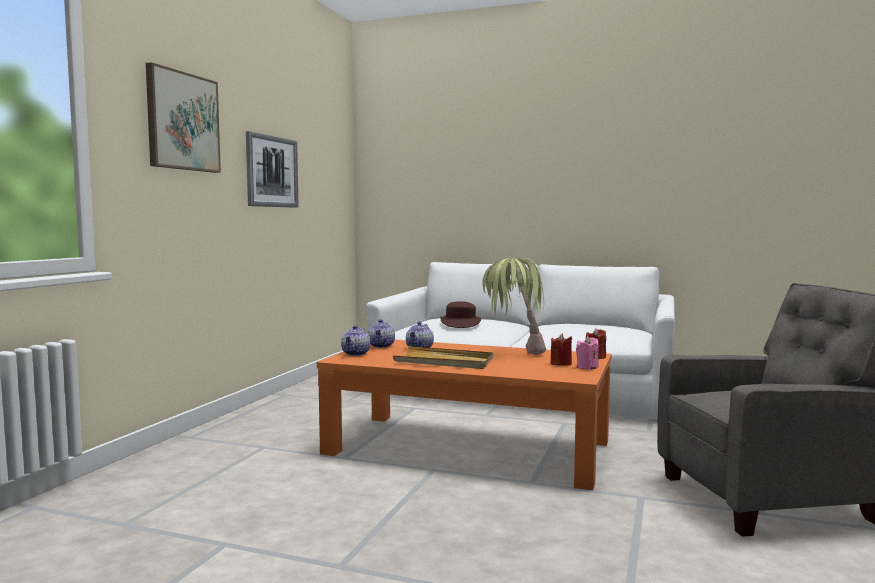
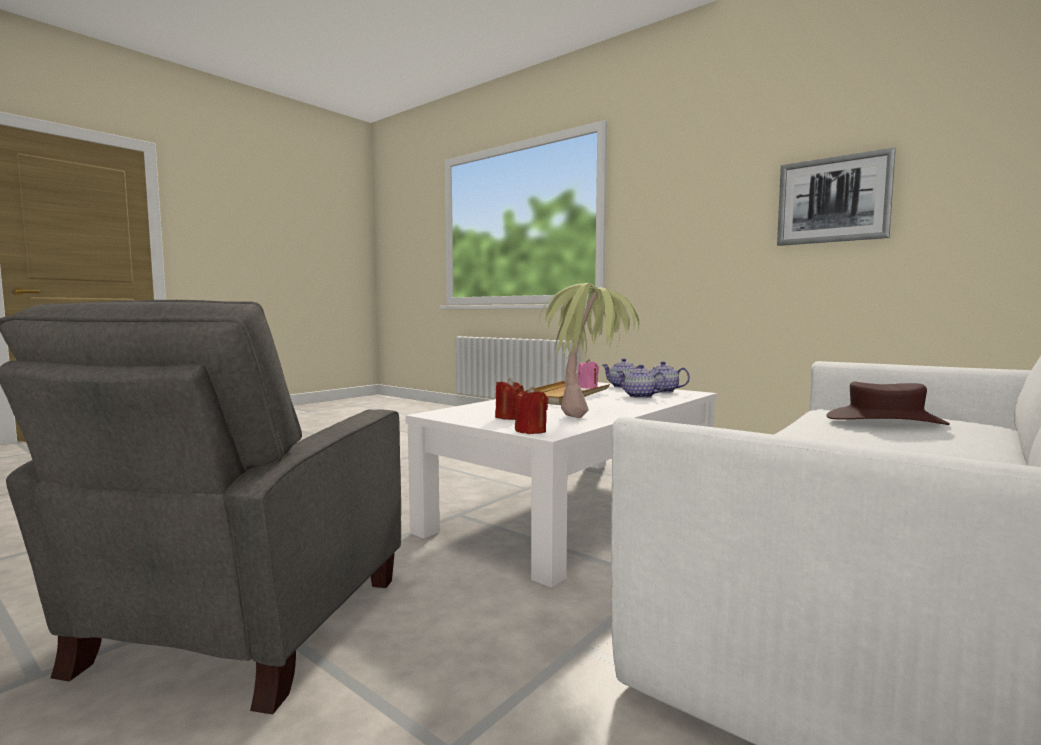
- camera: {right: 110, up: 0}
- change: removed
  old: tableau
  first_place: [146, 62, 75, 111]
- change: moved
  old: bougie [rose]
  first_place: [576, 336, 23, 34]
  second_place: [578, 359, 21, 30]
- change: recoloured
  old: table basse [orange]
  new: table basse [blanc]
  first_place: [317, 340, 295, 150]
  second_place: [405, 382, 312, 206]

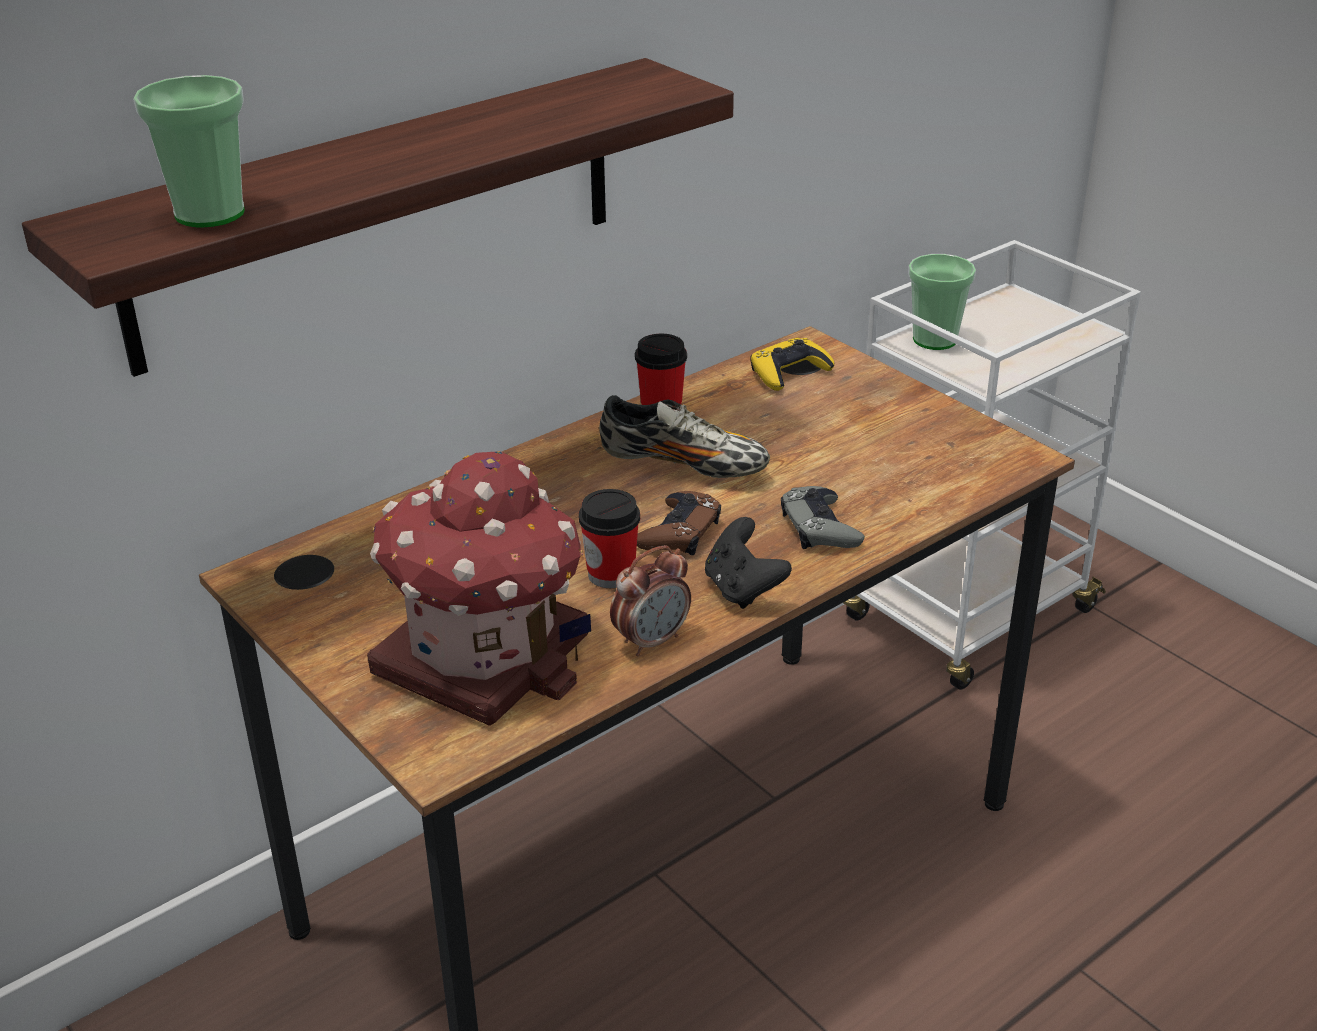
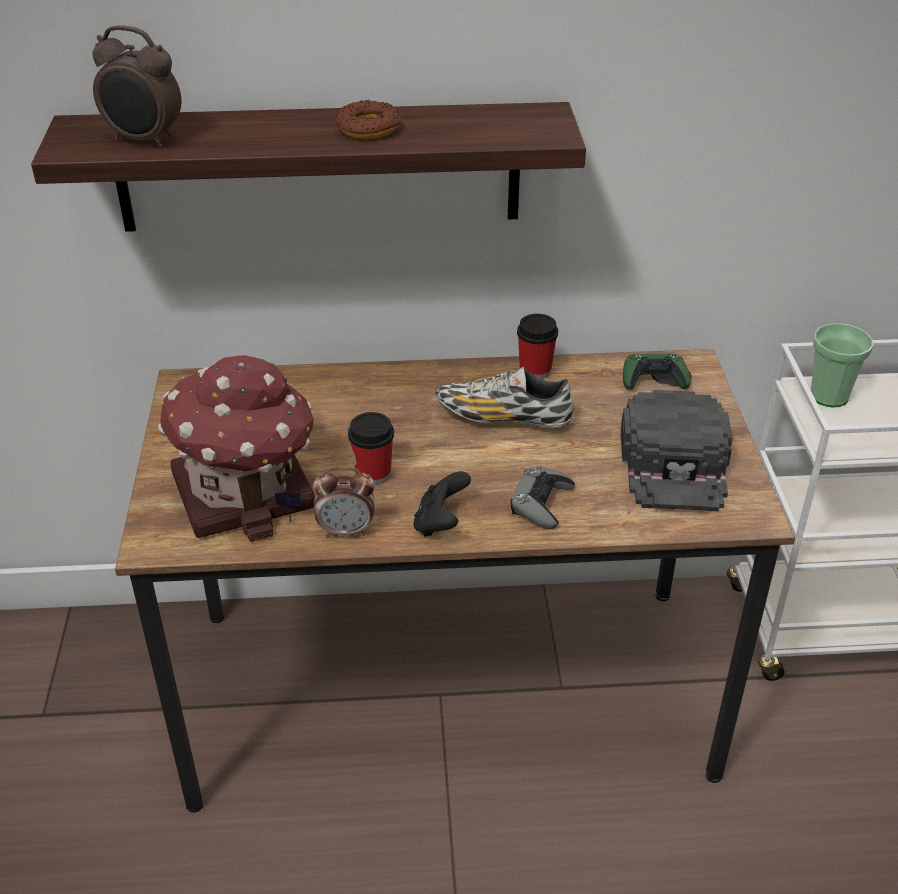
- camera: {right: 35, up: 5}
- change: removed
  old: manette [marron]
  first_place: [637, 491, 84, 64]
- change: added
  new: beignet
  second_place: [334, 100, 67, 39]
- change: added
  new: casquette [noir]
  second_place: [620, 390, 113, 122]
- change: replaced
  old: tasse
  new: réveil
  first_place: [133, 75, 112, 153]
  second_place: [92, 25, 89, 123]
- change: recoloured
  old: manette [jaune]
  new: manette [vert]
  first_place: [750, 338, 84, 53]
  second_place: [623, 354, 68, 36]
- change: turned
  old: chaussure
  first_place: [599, 395, 171, 83]
  second_place: [436, 367, 138, 62]
  degrees: 135

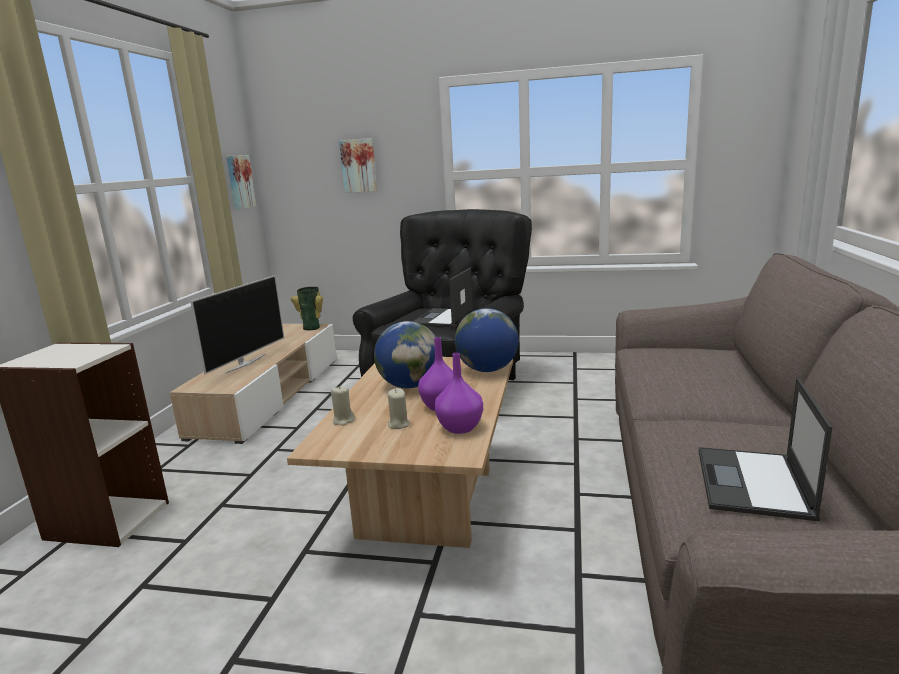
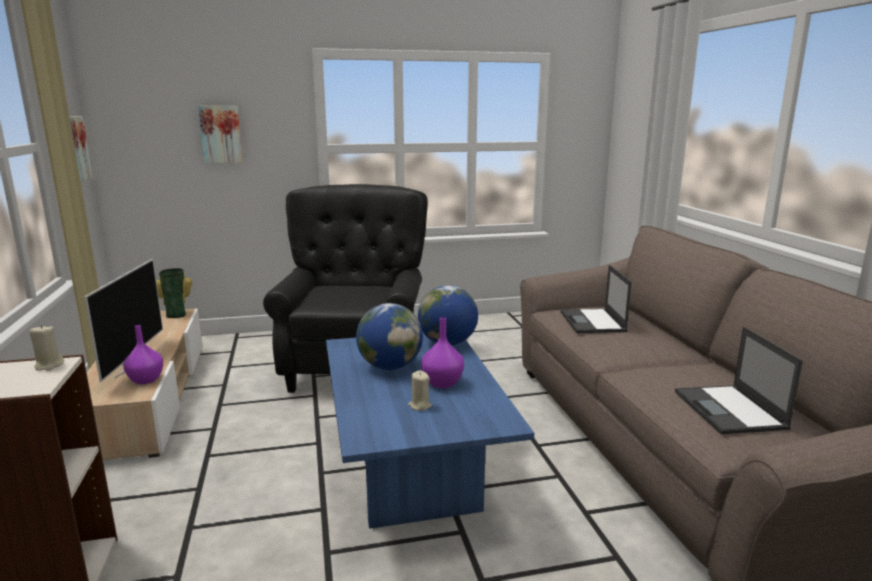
- camera: {right: -25, up: 0}
- change: moved
  old: bougie [beige]
  first_place: [331, 386, 24, 40]
  second_place: [29, 325, 35, 46]
- change: moved
  old: ordinateur portable
  first_place: [412, 268, 61, 60]
  second_place: [561, 265, 71, 68]
- change: moved
  old: vase [violet]
  first_place: [435, 353, 48, 81]
  second_place: [123, 325, 40, 59]
- change: recoloured
  old: table basse [beige]
  new: table basse [bleu]
  first_place: [287, 357, 226, 191]
  second_place: [326, 333, 208, 196]

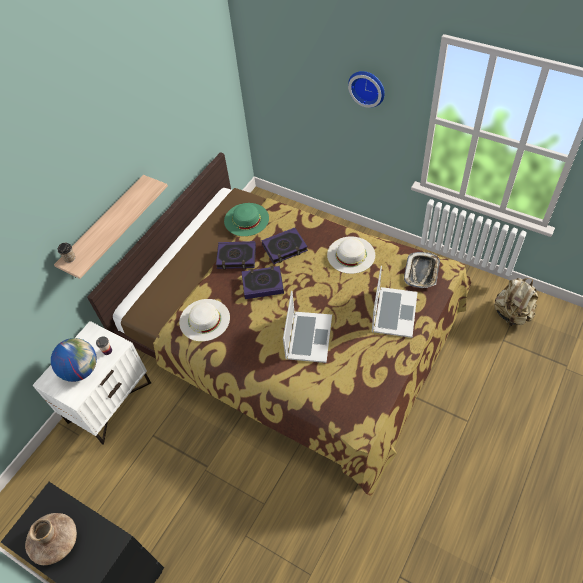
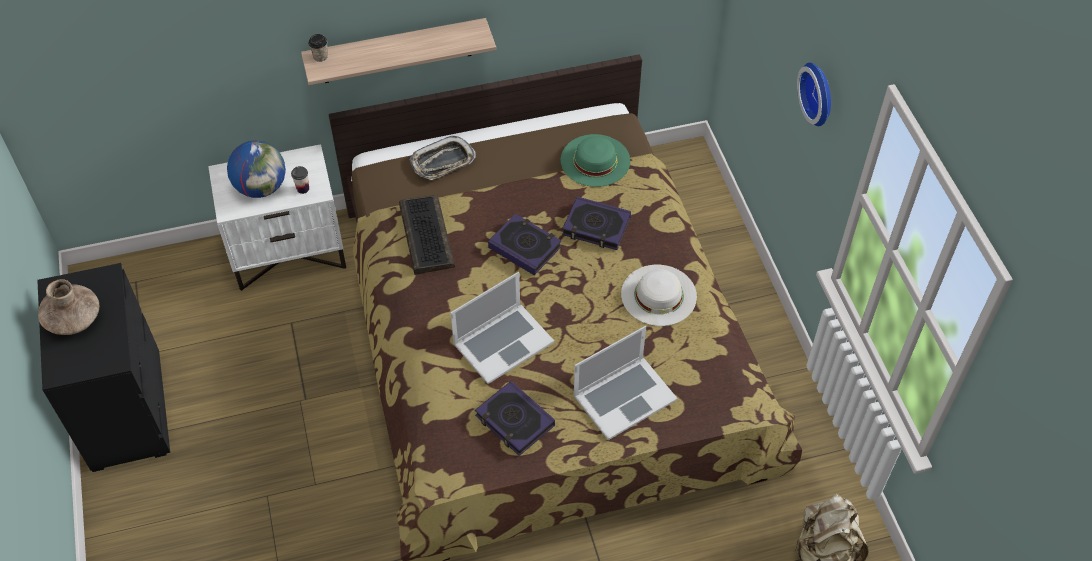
- camera: {right: 40, up: 0}
- change: moved
  old: livre
  first_place: [216, 241, 40, 29]
  second_place: [475, 381, 80, 75]
- change: moved
  old: plateau
  first_place: [404, 252, 36, 36]
  second_place: [410, 136, 66, 44]
- change: replaced
  old: chapeau [blanc]
  new: clavier
  first_place: [179, 299, 51, 43]
  second_place: [399, 195, 56, 80]

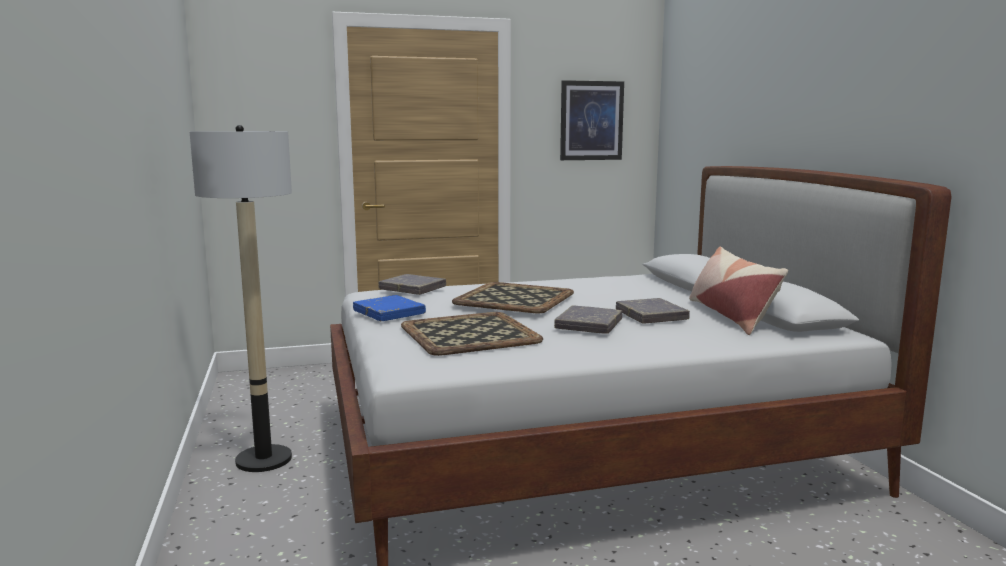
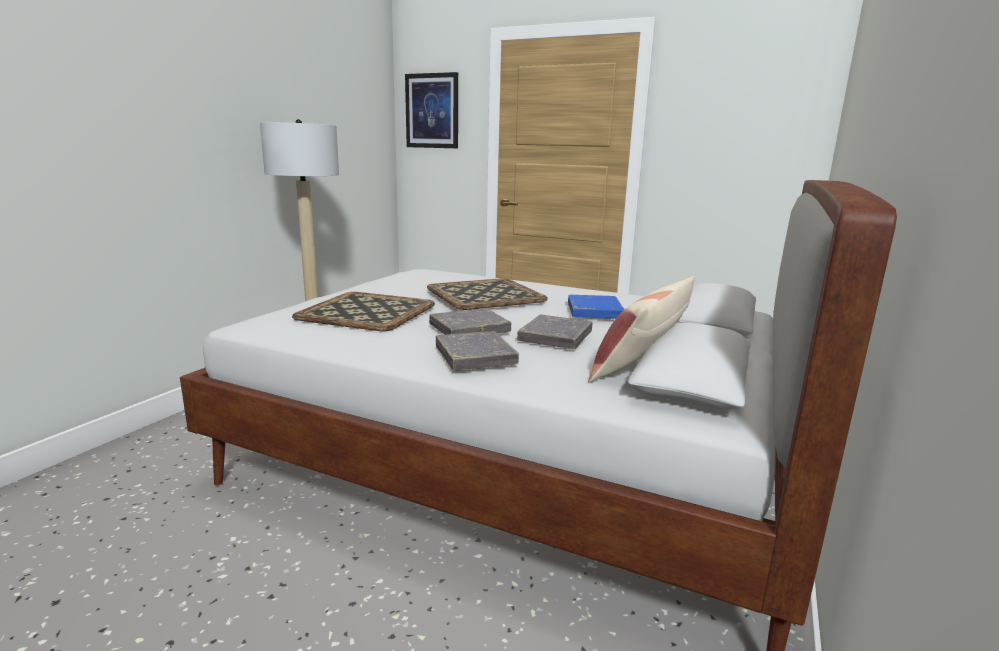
- camera: {right: 40, up: 5}
- change: moved
  old: livre [bleu]
  first_place: [353, 295, 73, 26]
  second_place: [568, 295, 57, 24]
- change: moved
  old: livre [gris]
  first_place: [378, 274, 68, 21]
  second_place: [436, 331, 83, 39]
- change: moved
  old: tableau
  first_place: [560, 80, 64, 80]
  second_place: [405, 72, 53, 76]

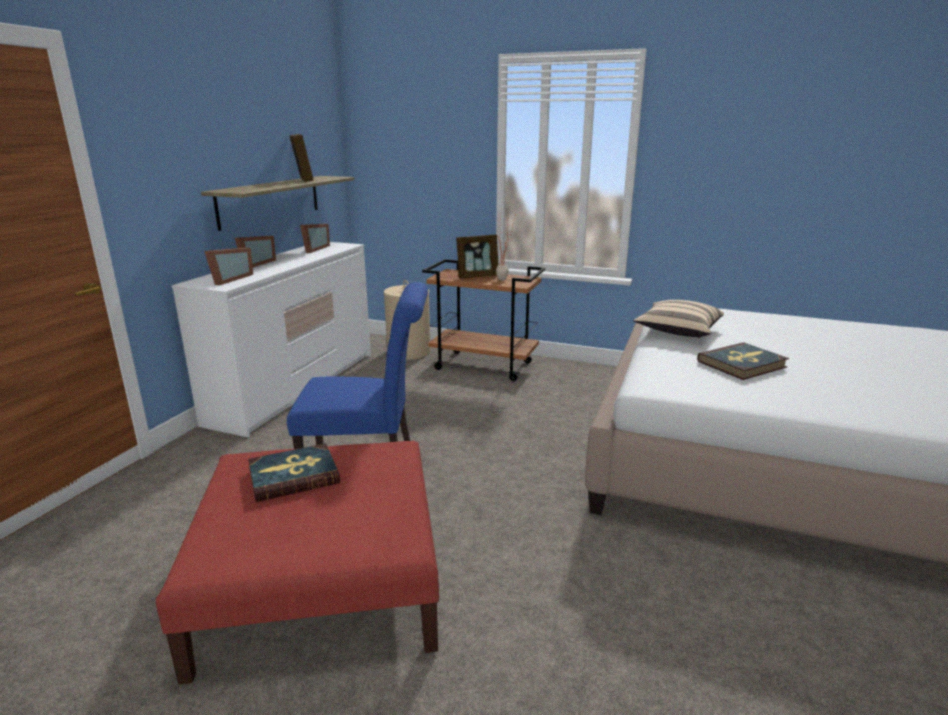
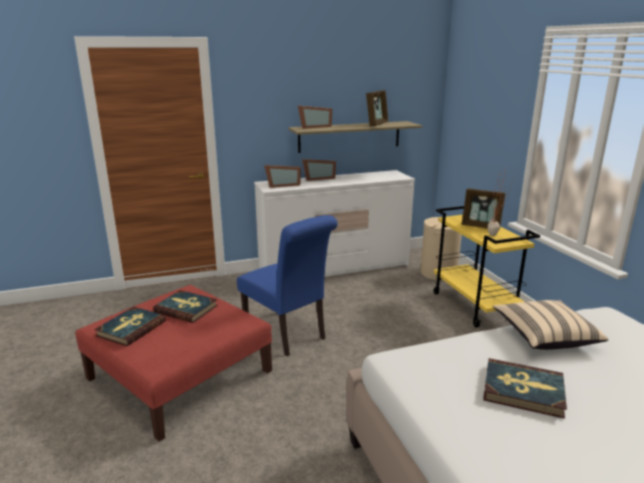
- camera: {right: 50, up: 0}
- change: added
  new: livre
  second_place: [94, 307, 72, 39]
- change: moved
  old: cadre photo
  first_place: [300, 224, 30, 29]
  second_place: [298, 106, 34, 23]
- change: recoloured
  old: chariot [marron]
  new: chariot [jaune]
  first_place: [422, 259, 123, 122]
  second_place: [434, 206, 106, 122]

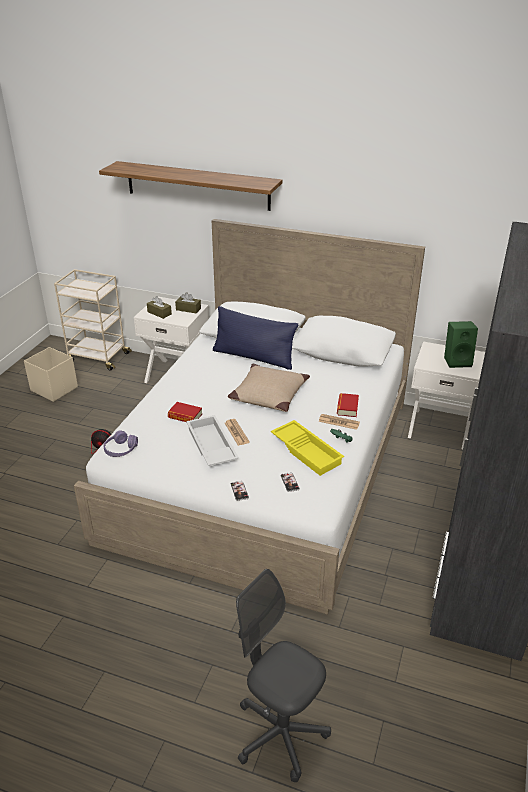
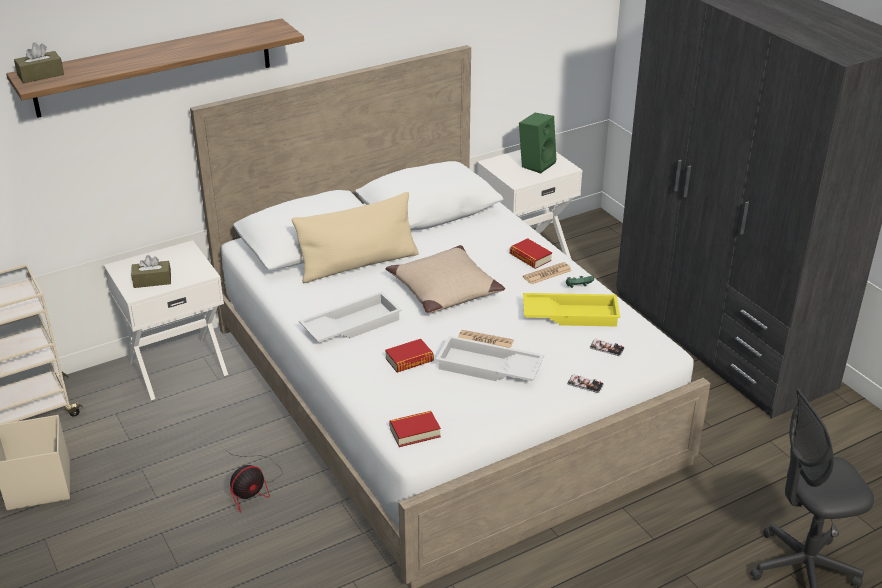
- camera: {right: -50, up: 0}
- change: added
  new: plateau [blanc]
  second_place: [299, 291, 103, 51]
- change: moved
  old: boîte à mouchoirs [marron]
  first_place: [175, 292, 26, 21]
  second_place: [14, 42, 50, 41]
- change: replaced
  old: casque audio [violet]
  new: livre
  first_place: [103, 430, 35, 27]
  second_place: [389, 411, 52, 36]
- change: recoloured
  old: coussin [bleu]
  new: coussin [beige]
  first_place: [213, 306, 85, 64]
  second_place: [292, 192, 127, 91]

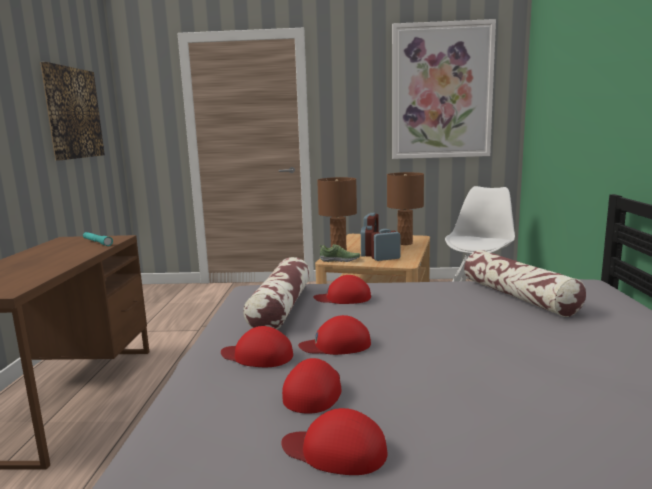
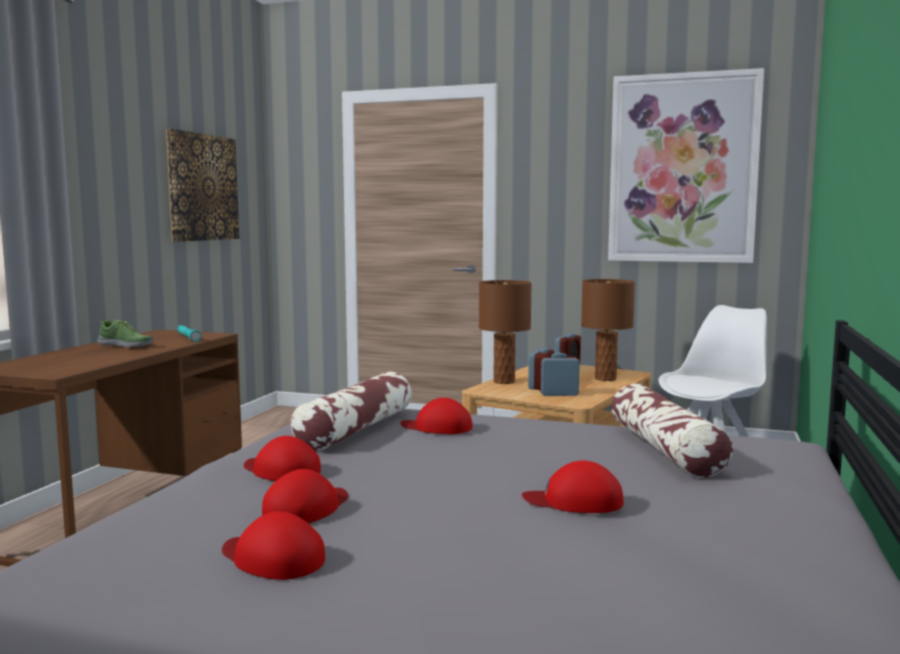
- camera: {right: 15, up: -5}
- change: moved
  old: casquette [rouge]
  first_place: [298, 315, 73, 40]
  second_place: [522, 460, 102, 53]
- change: moved
  old: chaussure
  first_place: [319, 244, 42, 18]
  second_place: [97, 319, 56, 29]

